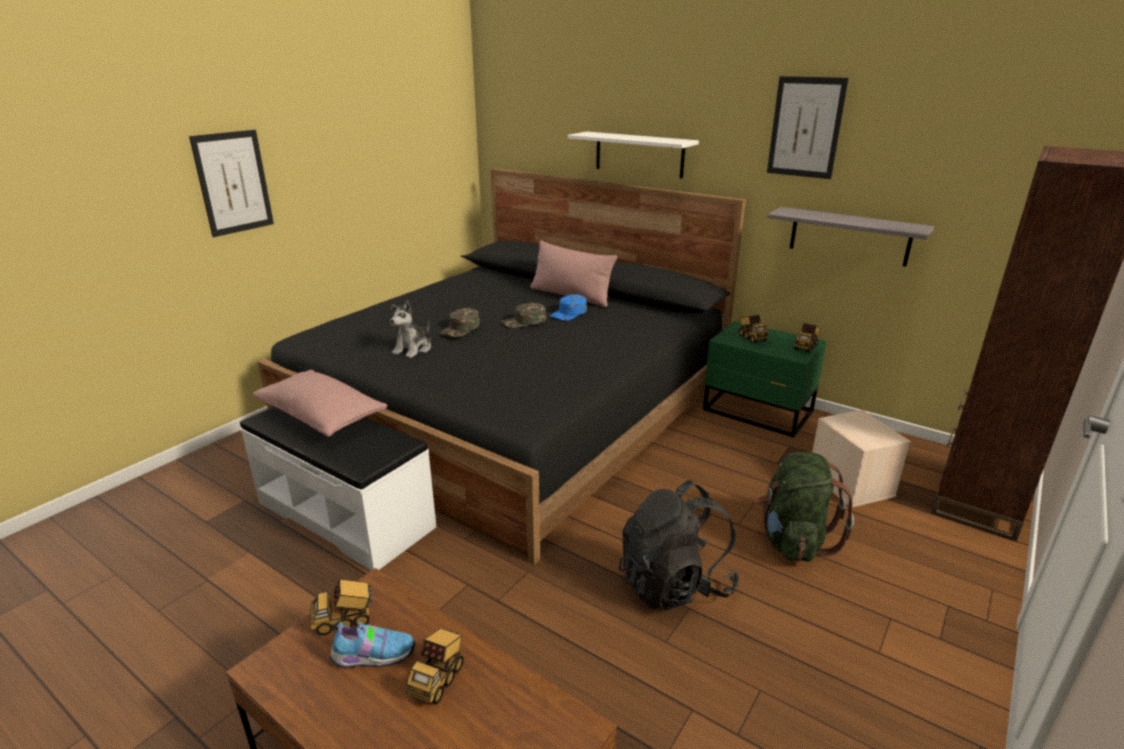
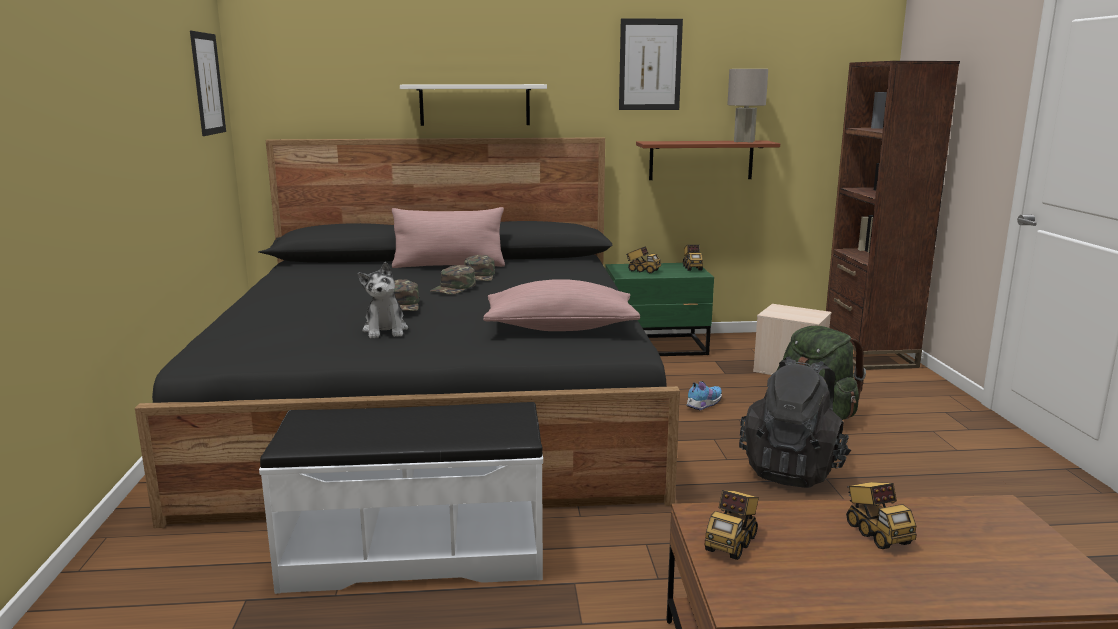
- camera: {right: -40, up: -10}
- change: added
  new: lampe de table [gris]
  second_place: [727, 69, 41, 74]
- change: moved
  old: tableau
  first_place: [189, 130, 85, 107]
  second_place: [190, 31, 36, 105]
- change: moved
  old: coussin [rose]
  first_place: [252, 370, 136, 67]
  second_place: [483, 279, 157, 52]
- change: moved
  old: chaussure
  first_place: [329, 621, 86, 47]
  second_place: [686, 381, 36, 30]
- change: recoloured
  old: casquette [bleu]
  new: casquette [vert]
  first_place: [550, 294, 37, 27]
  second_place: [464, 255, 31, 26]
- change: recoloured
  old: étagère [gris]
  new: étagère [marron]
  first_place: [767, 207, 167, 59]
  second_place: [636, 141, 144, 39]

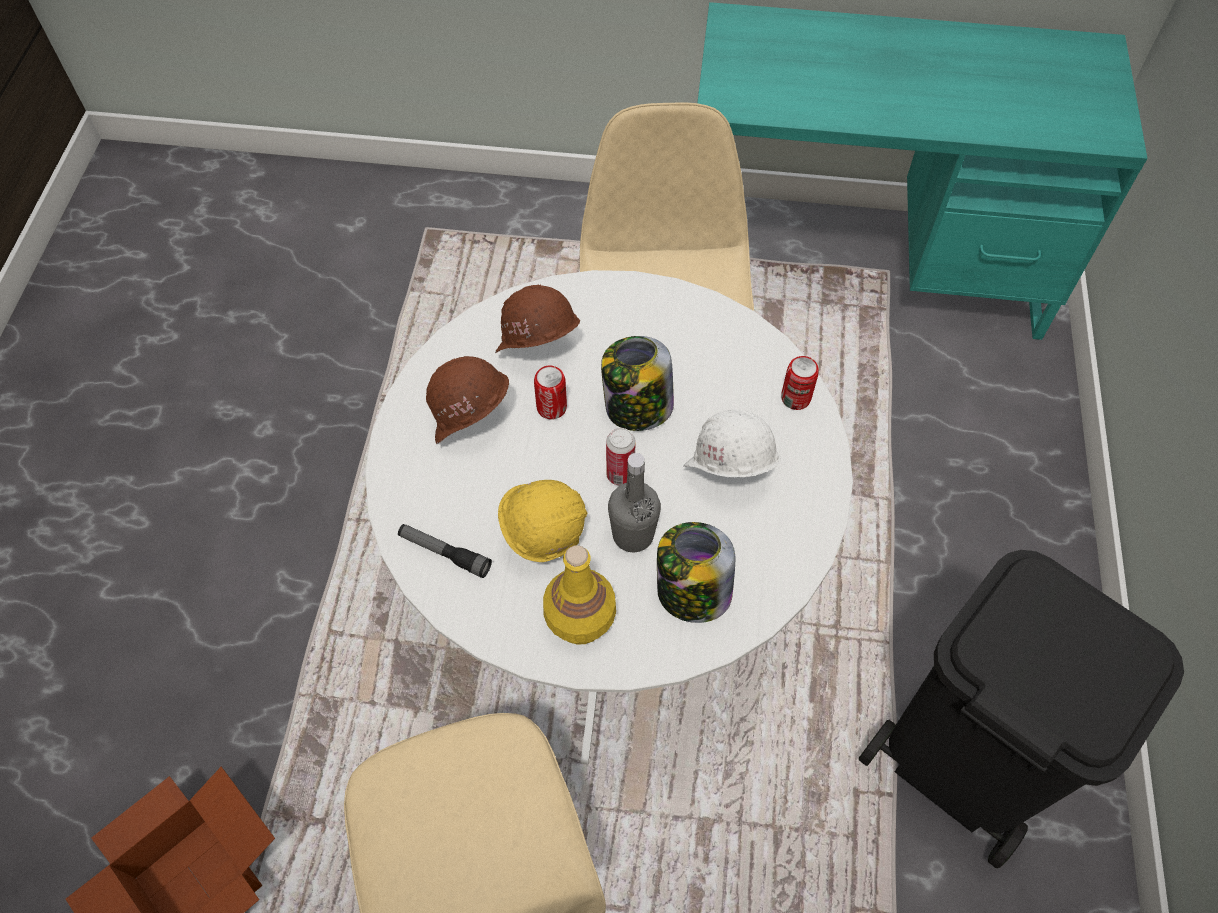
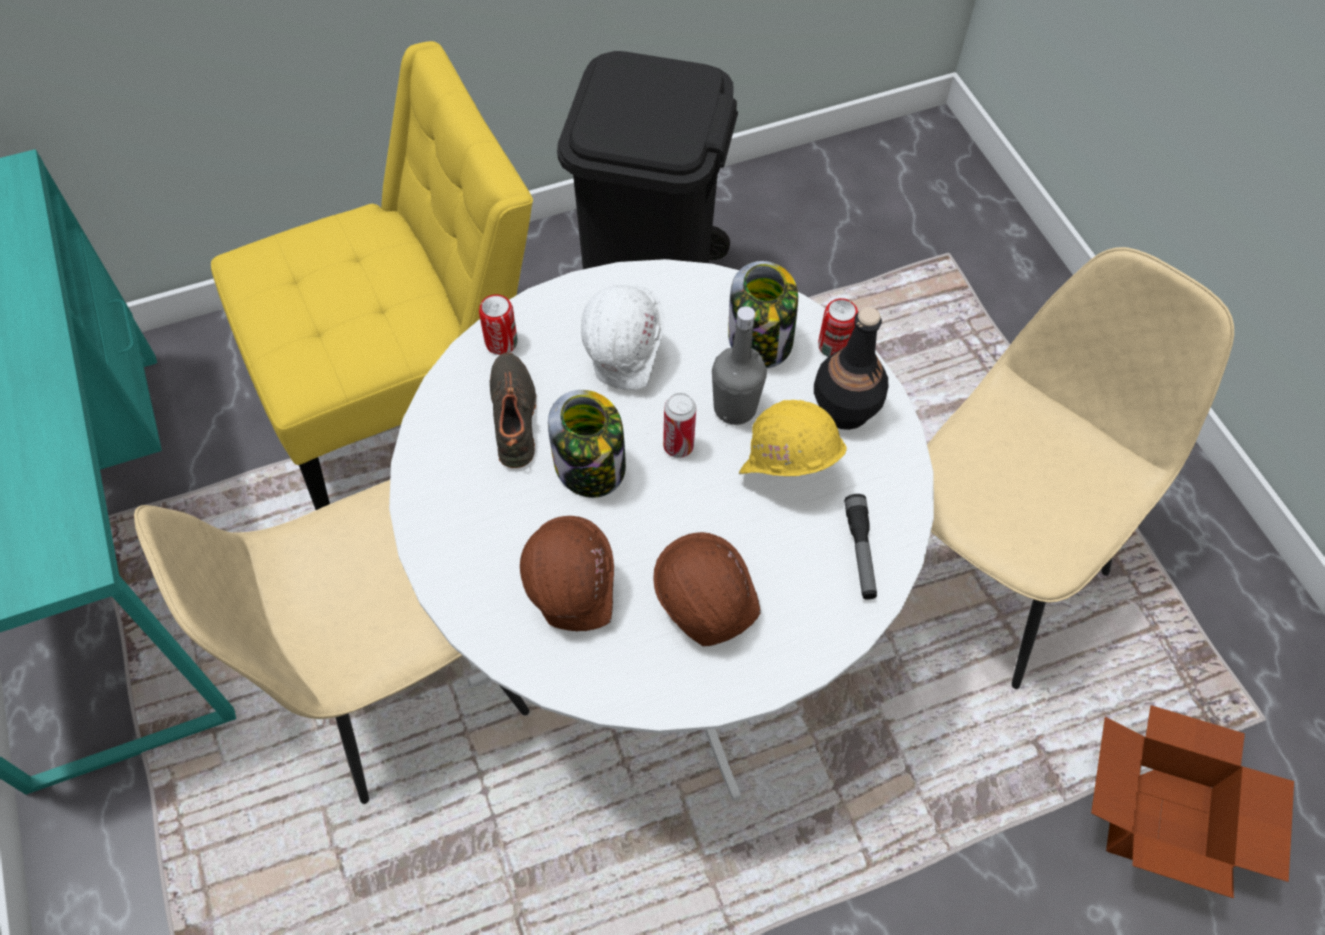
- camera: {right: -120, up: 0}
- change: added
  new: chaise [jaune]
  second_place: [211, 41, 322, 469]
- change: added
  new: chaussure [noir]
  second_place: [490, 353, 46, 115]
- change: moved
  old: boîte métallique
  first_place: [534, 366, 33, 54]
  second_place: [818, 298, 40, 59]
- change: recoloured
  old: bouteille [jaune]
  new: bouteille [noir]
  first_place: [543, 545, 73, 100]
  second_place: [814, 307, 74, 123]

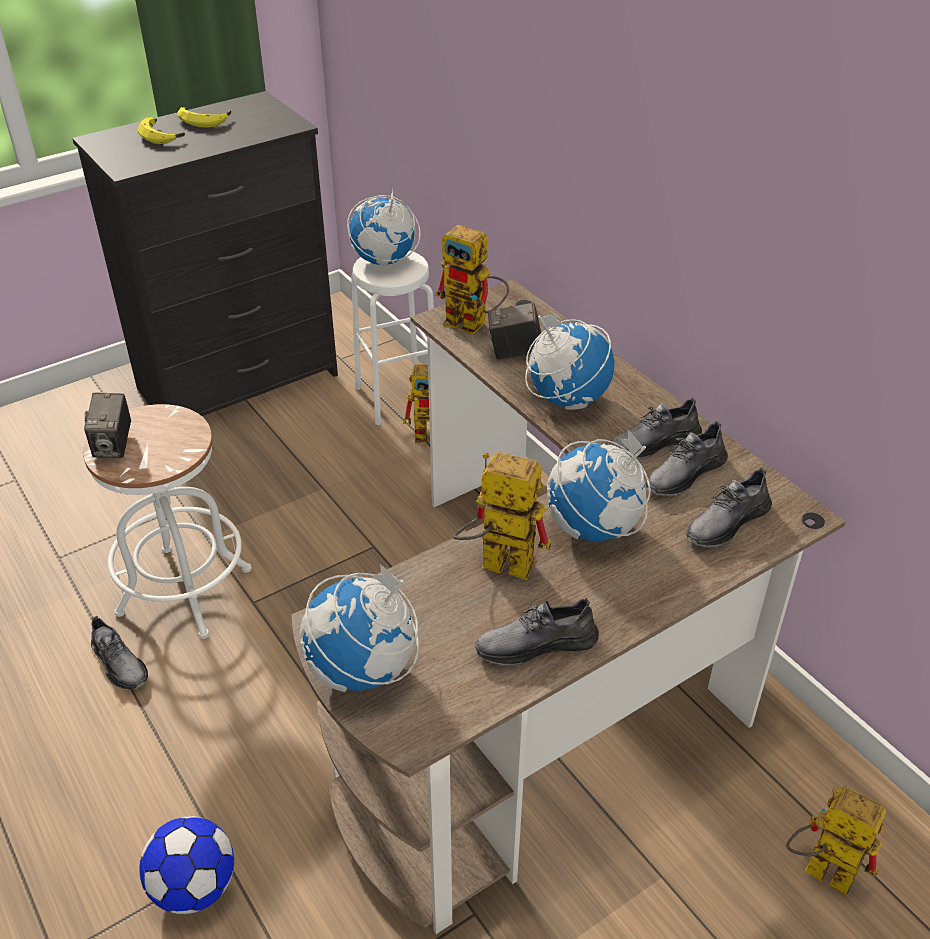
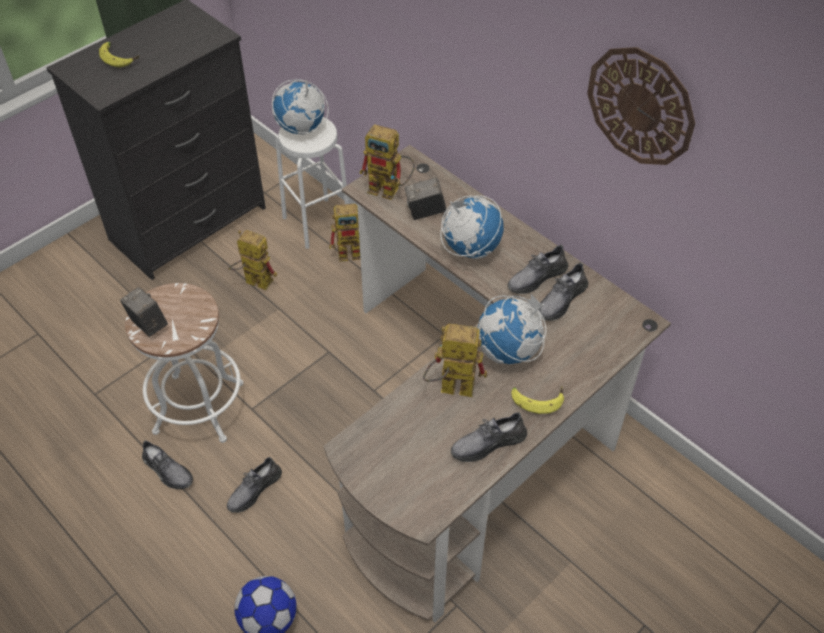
- camera: {right: -10, up: 10}
- change: removed
  old: globe
  first_place: [299, 564, 120, 128]
- change: added
  new: horloge murale
  second_place: [587, 47, 108, 118]
- change: moved
  old: banane
  first_place: [177, 107, 54, 21]
  second_place: [511, 386, 53, 28]
- change: moved
  old: chaussure [gris]
  first_place: [686, 467, 86, 80]
  second_place: [227, 457, 55, 56]
- change: moved
  old: robot jouet
  first_place: [786, 786, 100, 110]
  second_place: [228, 230, 49, 60]
- change: turned
  old: appareil photo
  first_place: [84, 393, 47, 65]
  second_place: [120, 287, 48, 50]
  degrees: 150

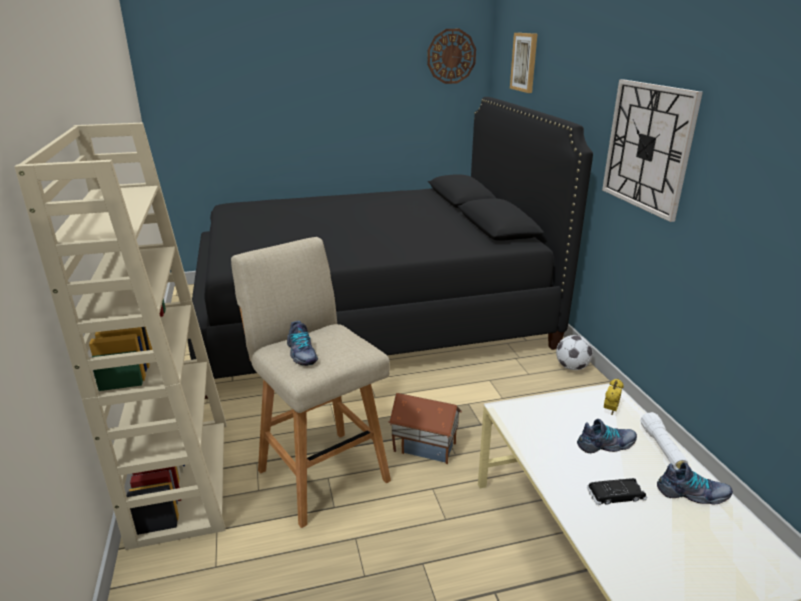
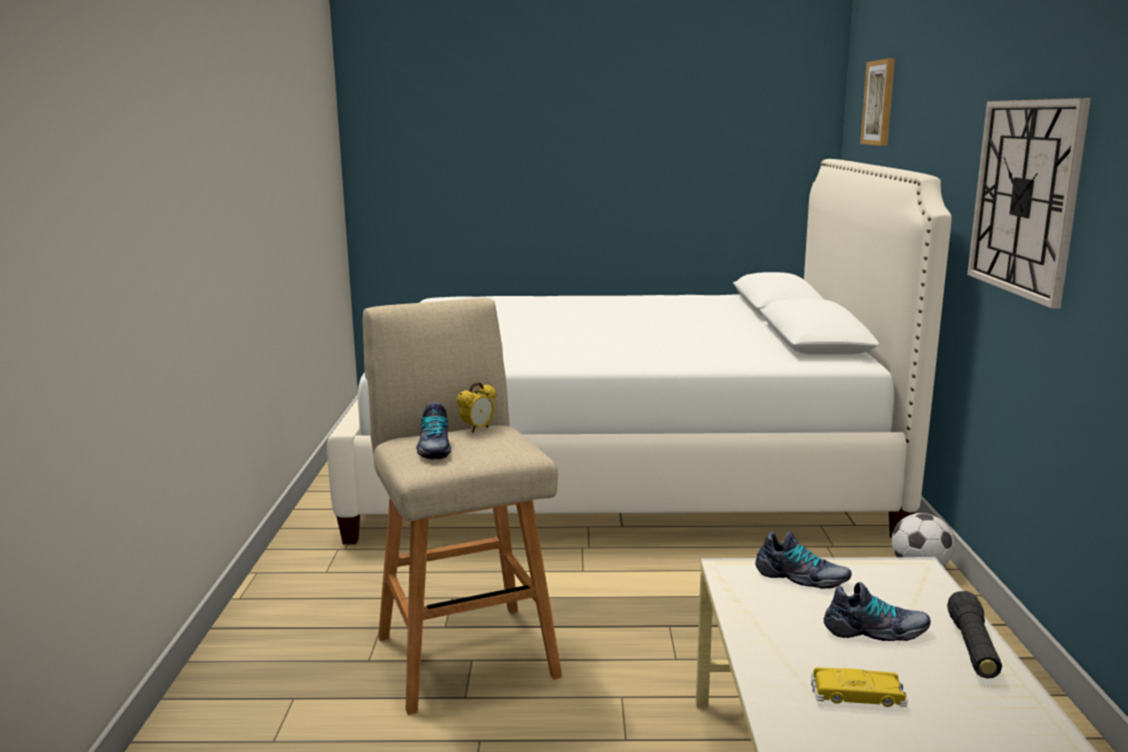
- camera: {right: 15, up: -10}
- change: removed
  old: bibliothèque [beige]
  first_place: [14, 123, 213, 427]
- change: removed
  old: maison miniature
  first_place: [388, 393, 74, 71]
- change: removed
  old: horloge murale
  first_place: [427, 29, 49, 55]
- change: moved
  old: réveil
  first_place: [604, 379, 20, 36]
  second_place: [457, 382, 39, 51]
- change: moved
  old: chaussure
  first_place: [657, 463, 76, 42]
  second_place: [755, 531, 97, 58]
- change: recoloured
  old: lit [noir]
  new: lit [blanc]
  first_place: [187, 97, 406, 302]
  second_place: [327, 159, 625, 385]
- change: recoloured
  old: petite voiture [noir]
  new: petite voiture [jaune]
  first_place: [587, 478, 60, 27]
  second_place: [811, 668, 97, 39]
- change: recoloured
  old: lampe de poche [blanc]
  new: lampe de poche [noir]
  first_place: [641, 412, 47, 58]
  second_place: [947, 591, 55, 87]

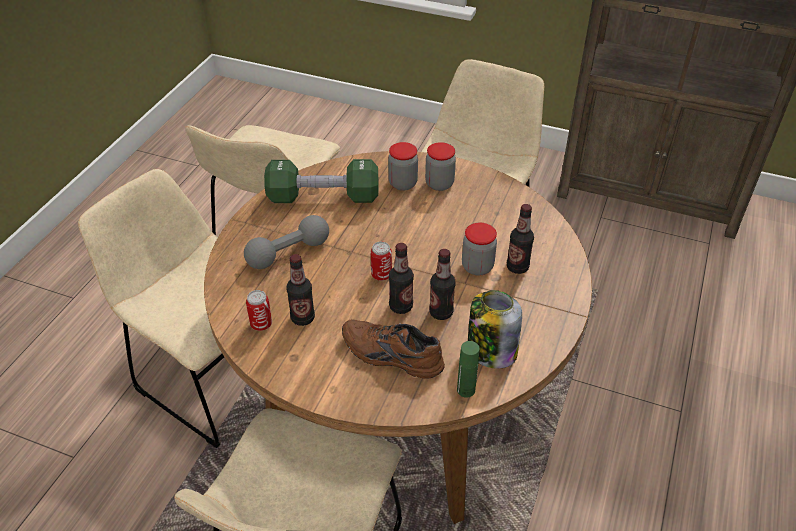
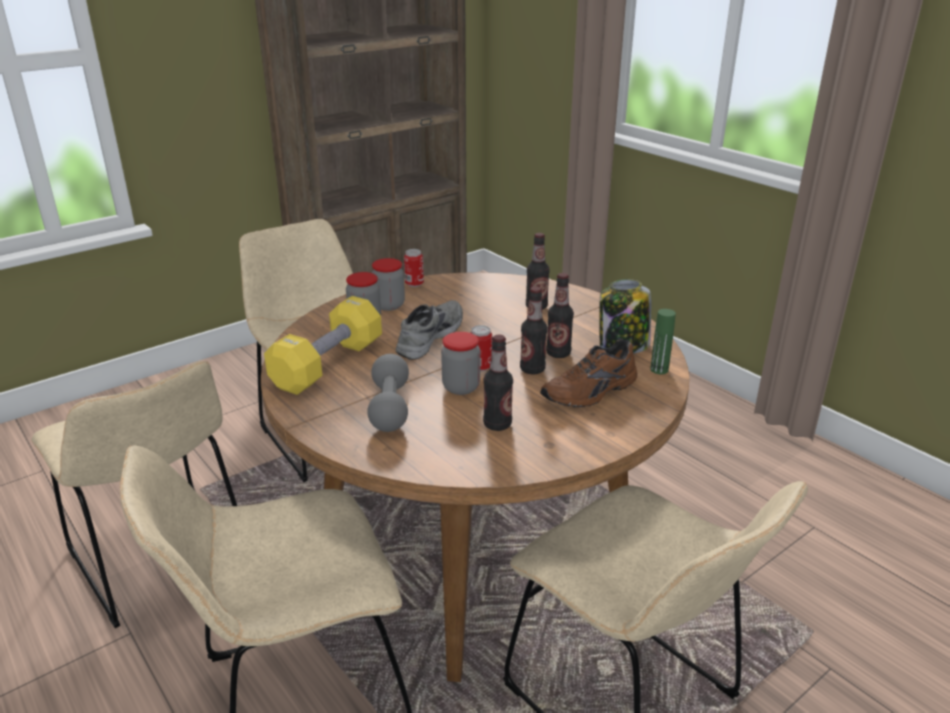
- camera: {right: -60, up: -15}
- change: added
  new: chaussure [gris]
  second_place: [396, 300, 67, 60]
- change: moved
  old: boîte métallique
  first_place: [246, 290, 26, 41]
  second_place: [404, 249, 20, 38]
- change: moved
  old: bocal
  first_place: [462, 223, 35, 52]
  second_place: [441, 332, 39, 63]
- change: recoloured
  old: haltère [vert]
  new: haltère [jaune]
  first_place: [264, 159, 114, 44]
  second_place: [264, 296, 118, 99]

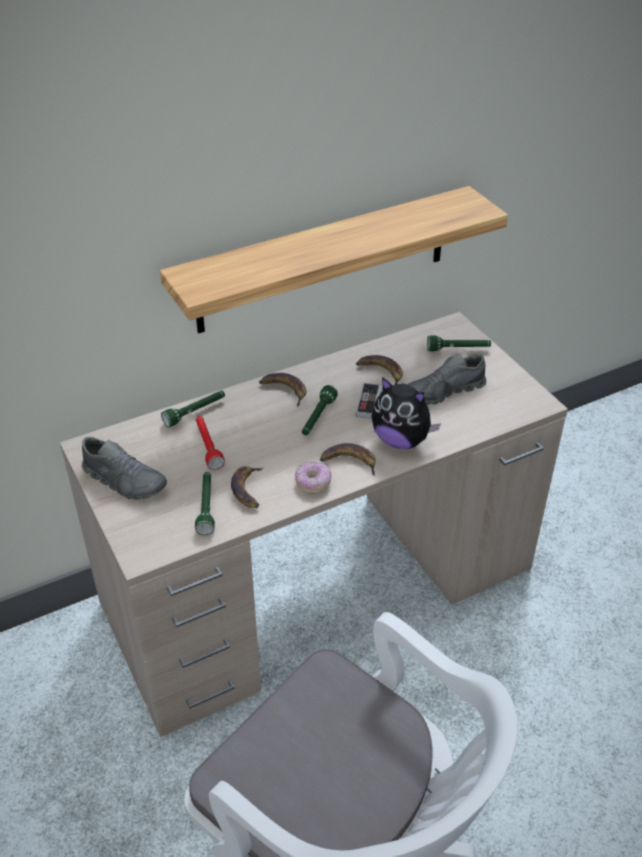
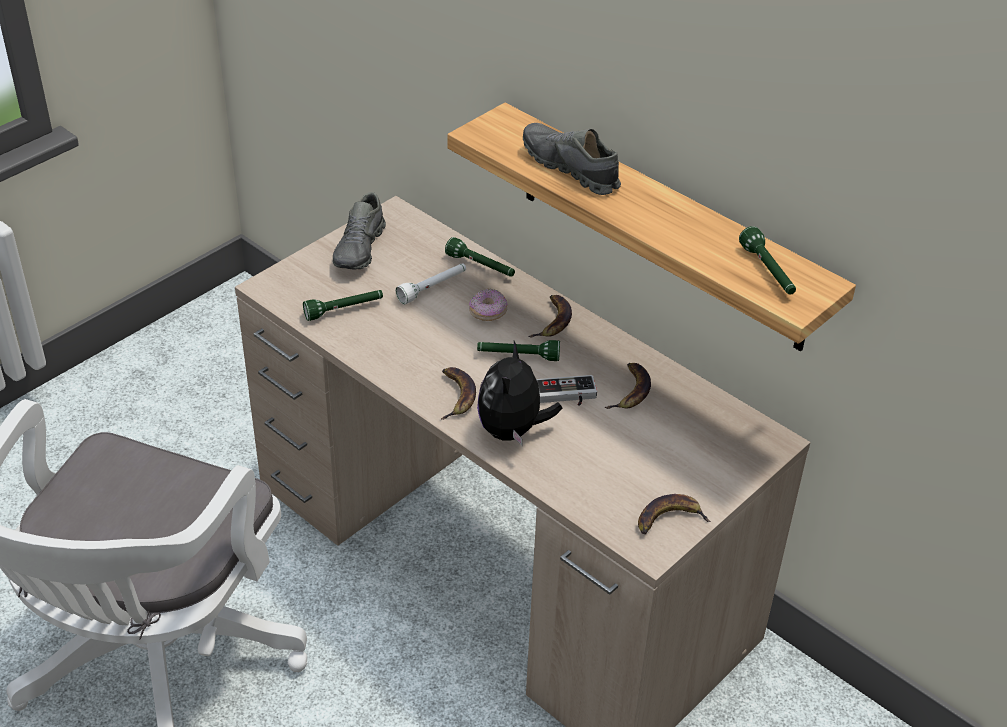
- camera: {right: 70, up: 0}
- change: moved
  old: banane
  first_place: [231, 466, 32, 42]
  second_place: [638, 494, 73, 40]
- change: moved
  old: beignet
  first_place: [295, 462, 37, 31]
  second_place: [469, 288, 39, 33]
- change: moved
  old: chaussure [gris]
  first_place: [407, 354, 79, 51]
  second_place: [523, 123, 98, 72]
- change: moved
  old: lampe de poche [vert]
  first_place: [427, 336, 64, 15]
  second_place: [739, 226, 57, 69]
- change: recoloured
  old: lampe de poche [rouge]
  new: lampe de poche [blanc]
  first_place: [196, 416, 29, 54]
  second_place: [396, 263, 70, 41]

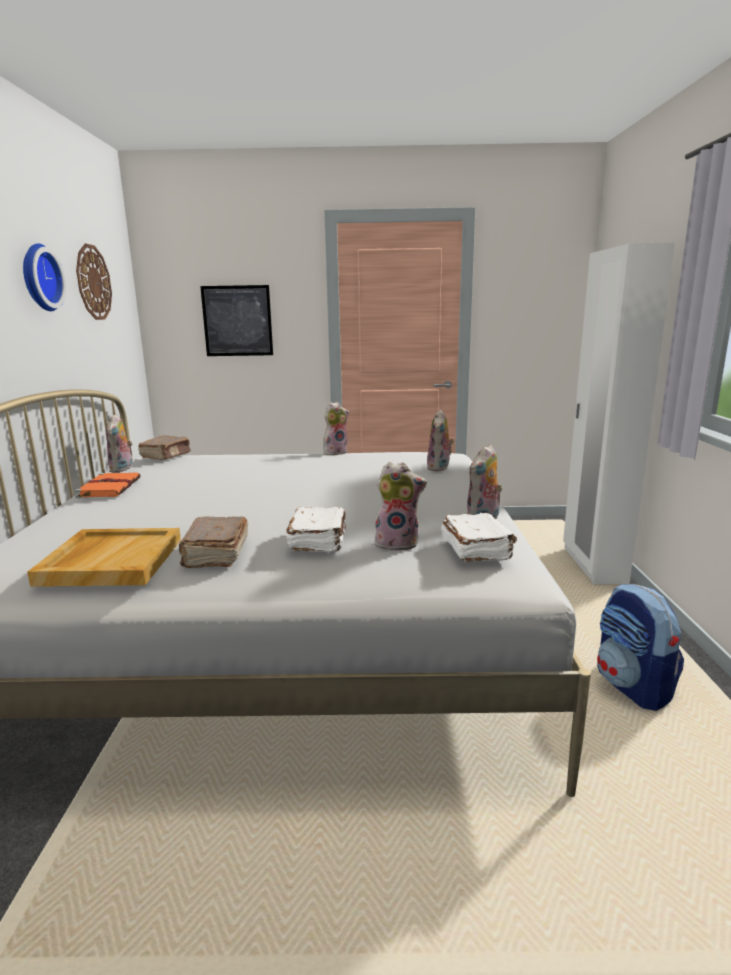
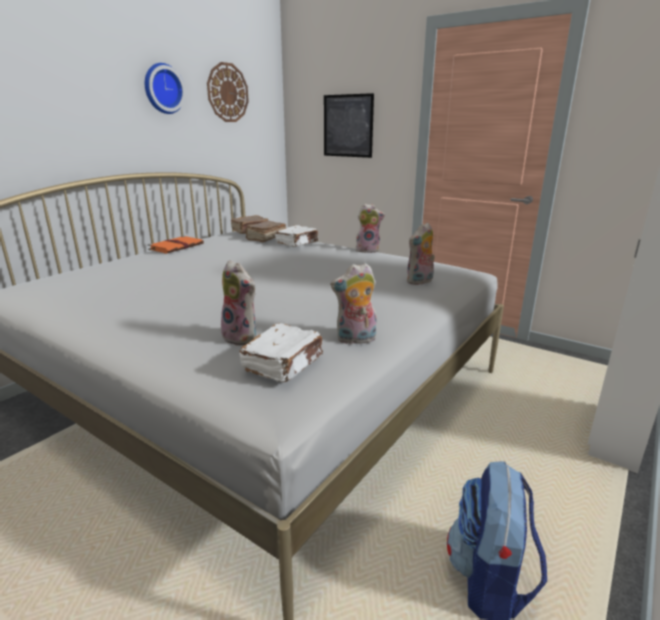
- camera: {right: 35, up: 5}
- change: removed
  old: plateau [beige]
  first_place: [27, 528, 154, 59]
- change: removed
  old: peluche
  first_place: [106, 414, 26, 59]
- change: moved
  old: livre [marron]
  first_place: [179, 517, 69, 51]
  second_place: [245, 221, 41, 21]
- change: moved
  old: livre [blanc]
  first_place: [286, 507, 60, 46]
  second_place: [275, 225, 43, 22]

